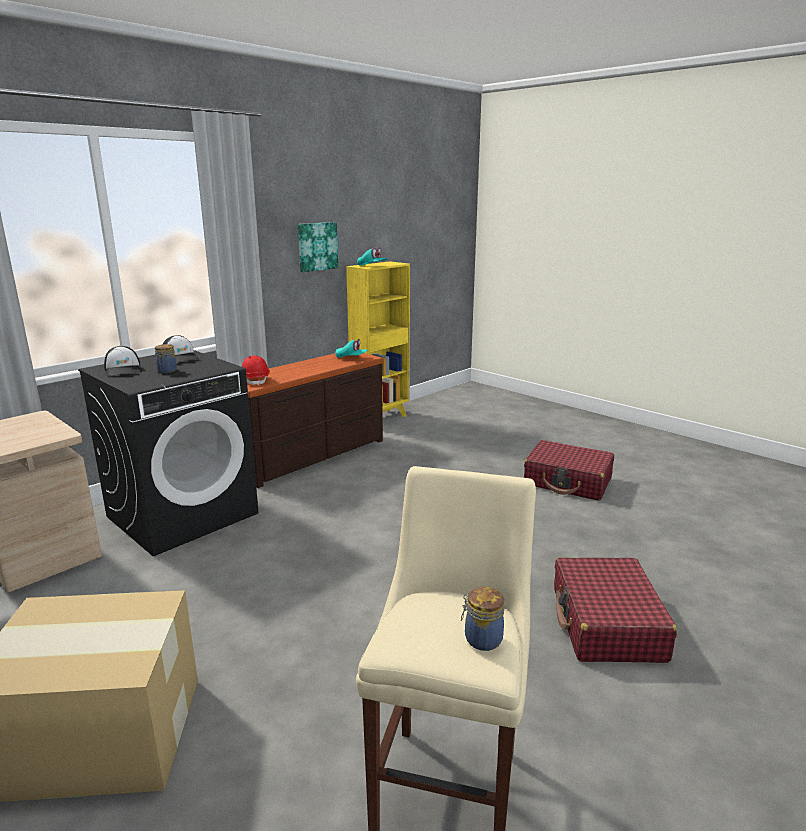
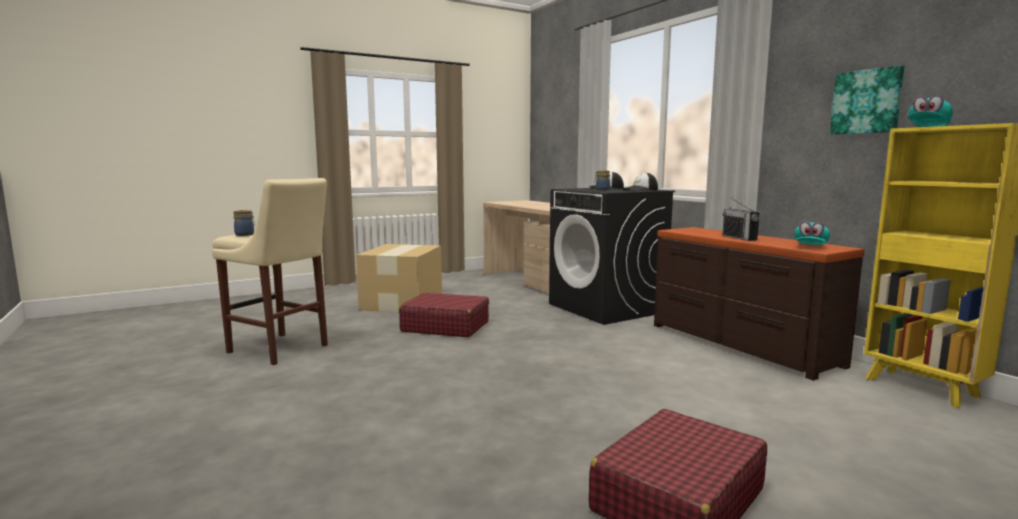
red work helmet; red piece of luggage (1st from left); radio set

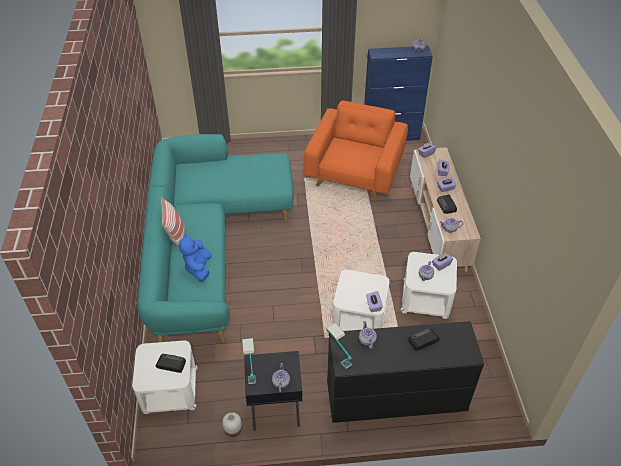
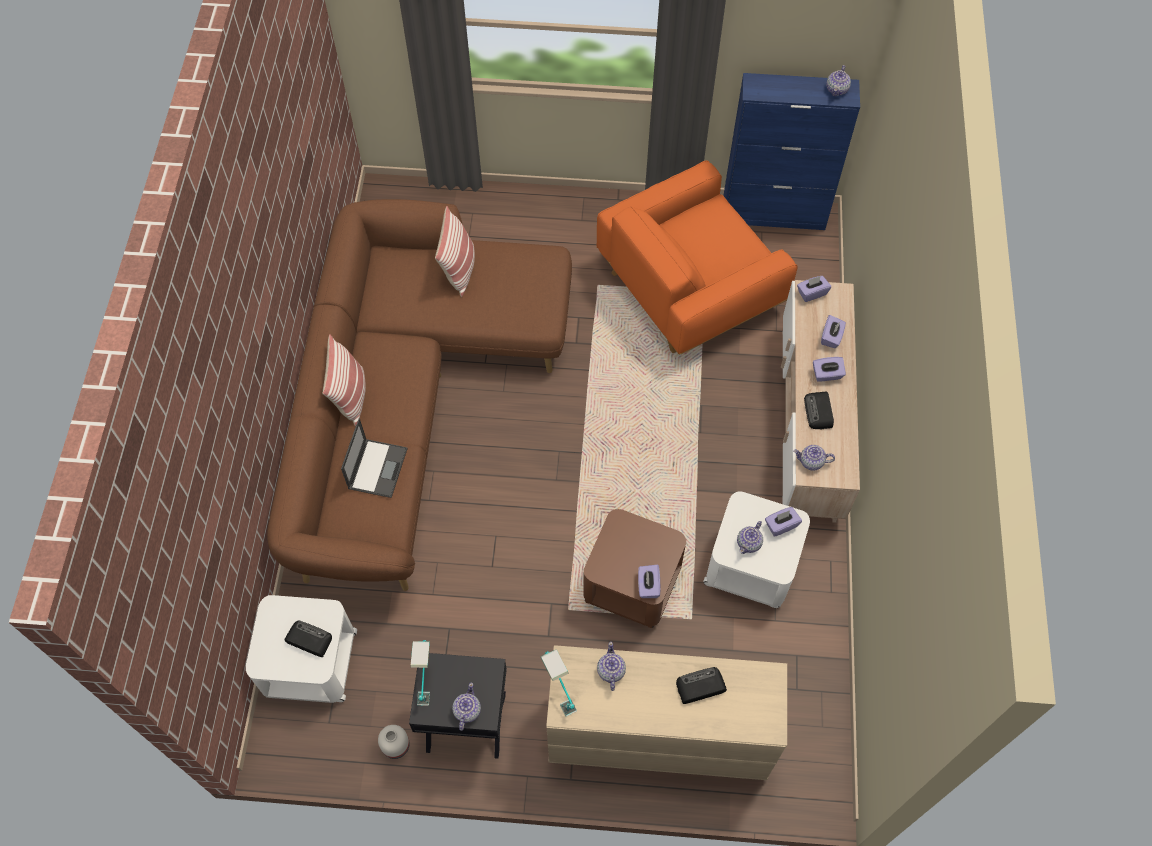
orangey armchair; brown-coloured couch; laptop; brown-coloured side table; beige chest of drawers; throw pillow (2nd from left)

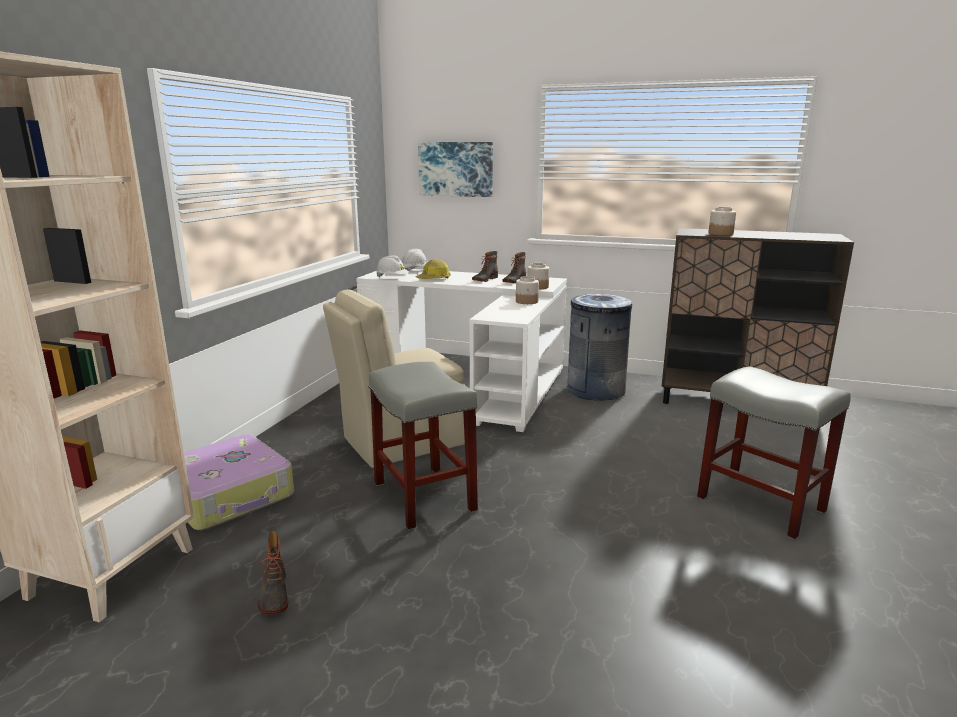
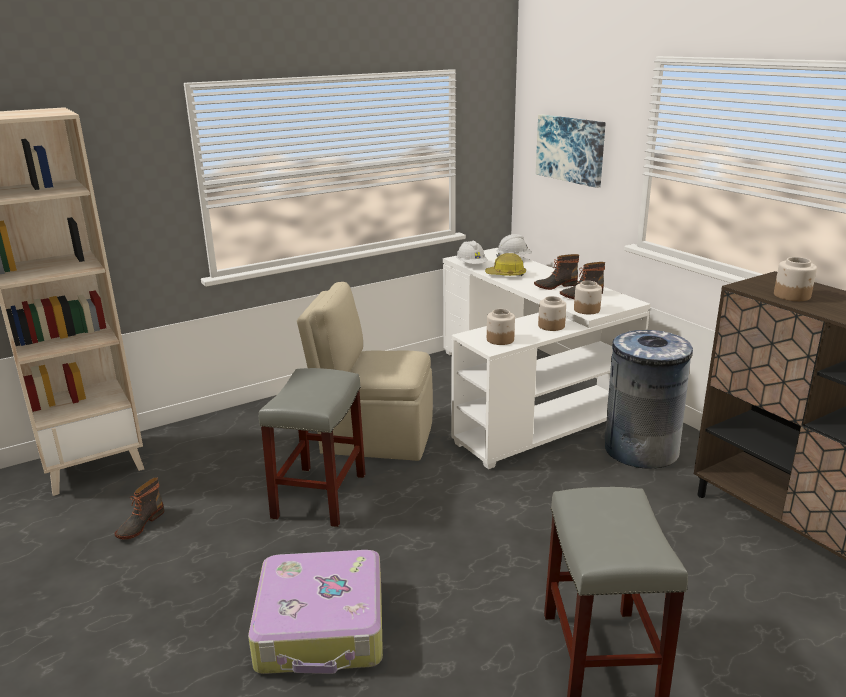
piece of luggage; jar (1st from left)

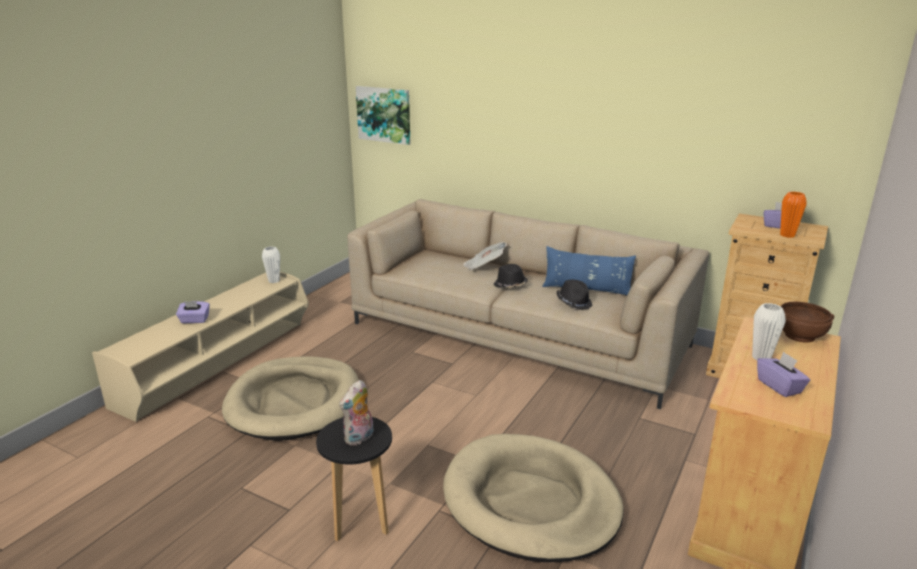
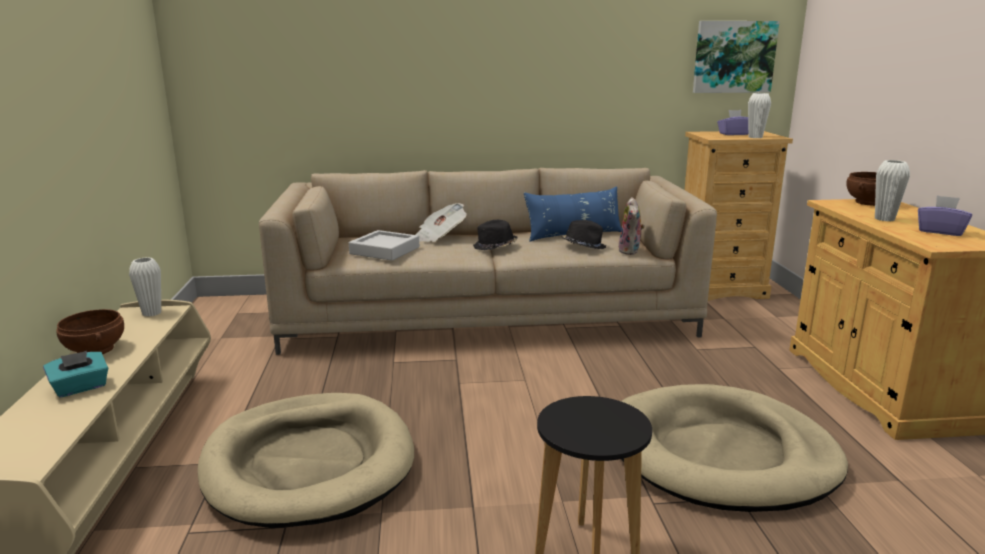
wall picture; white vase (2nd from left); turquoise tissue box; soft toy; grey serving tray; brown-coloured deep dish (1st from left)

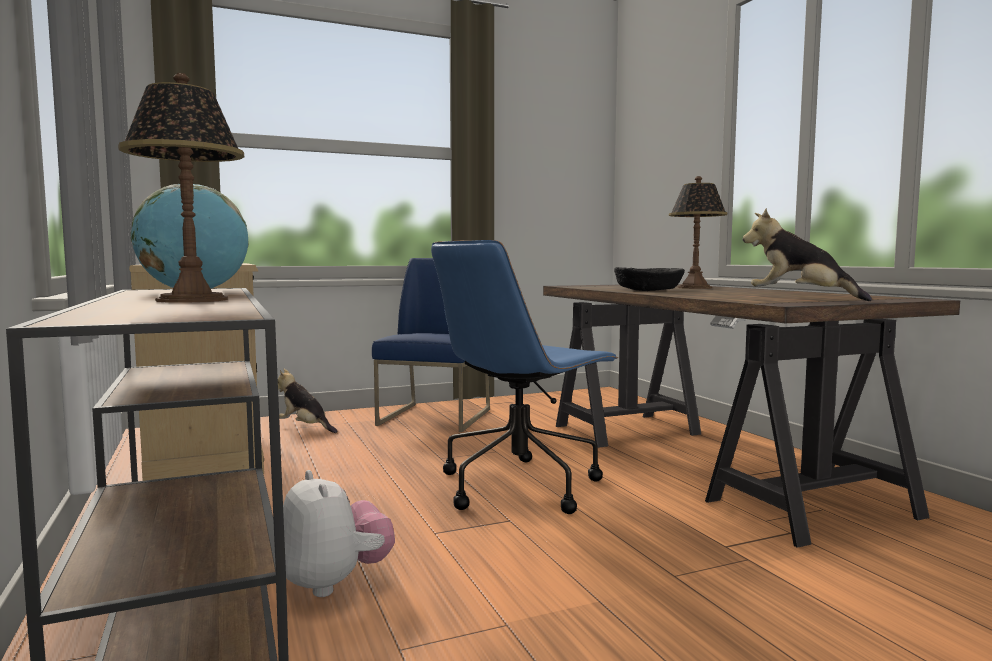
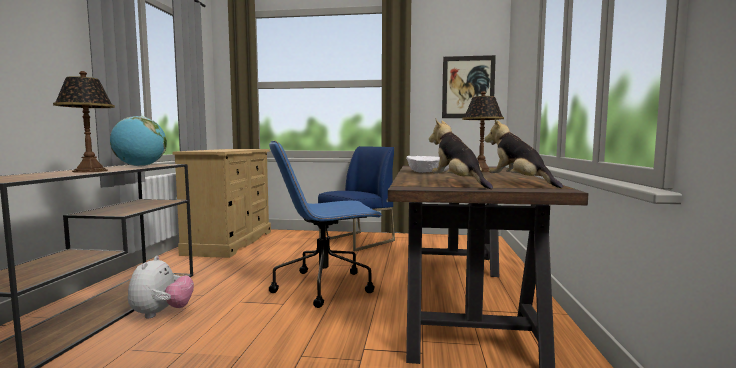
white deep dish; soft toy (3rd from left); wall picture

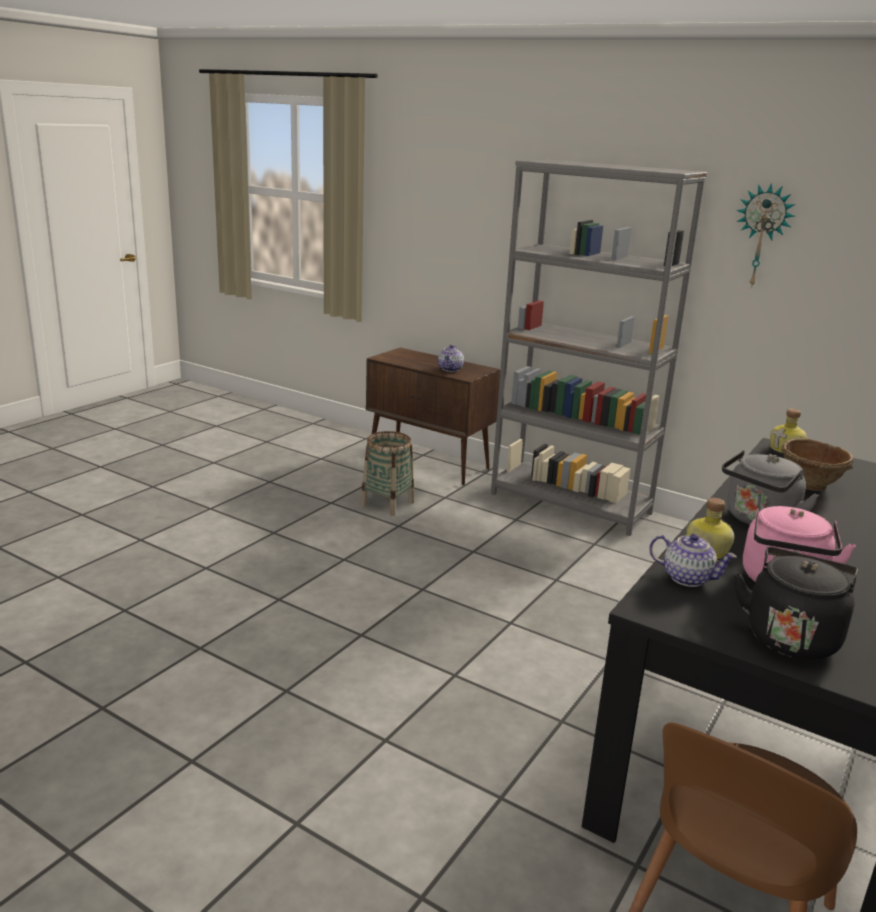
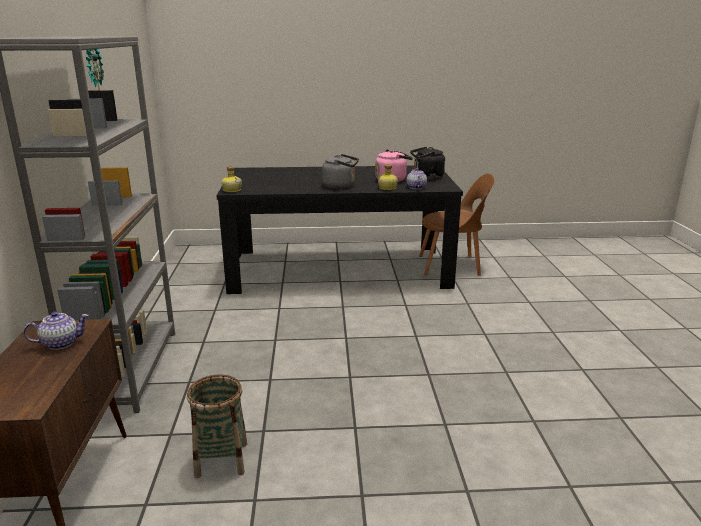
brown-coloured deep dish

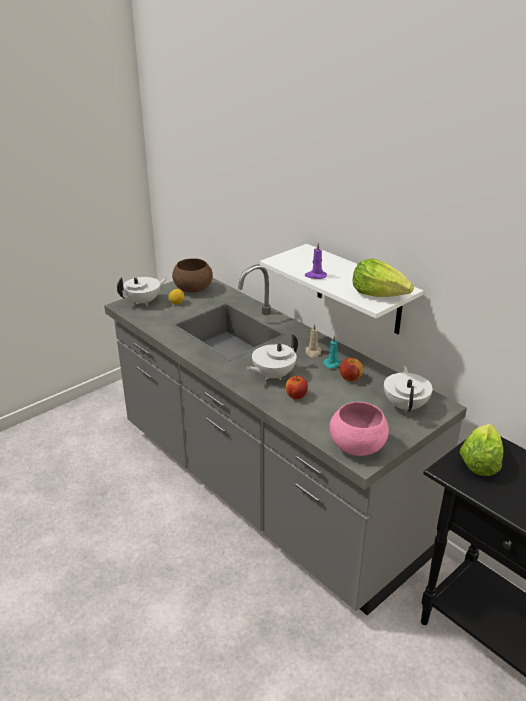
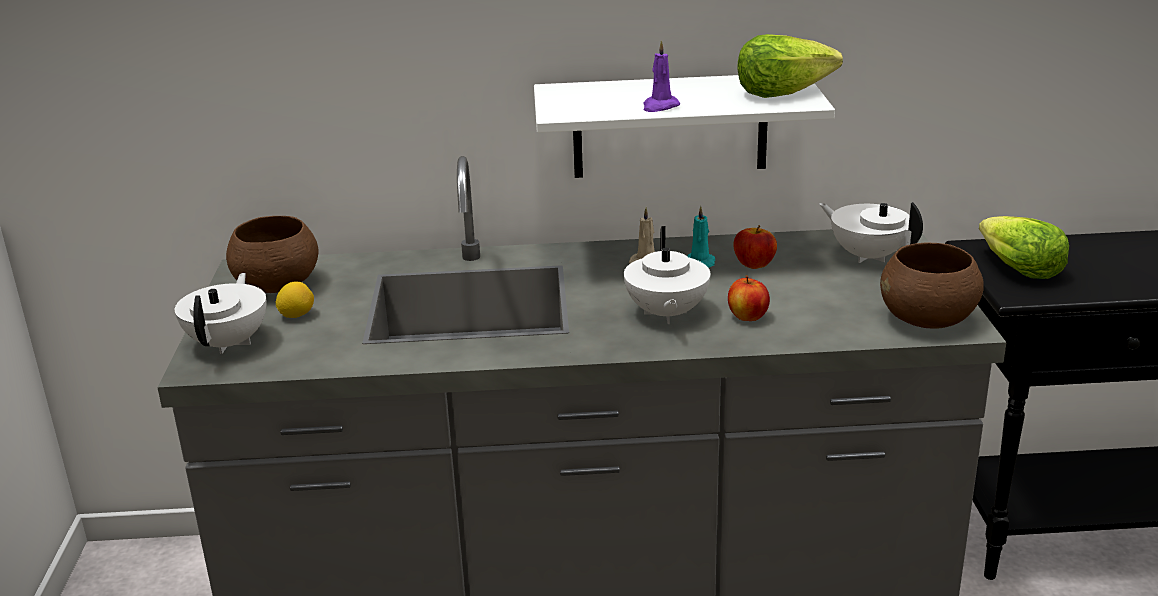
brown-coloured deep dish (2nd from left)

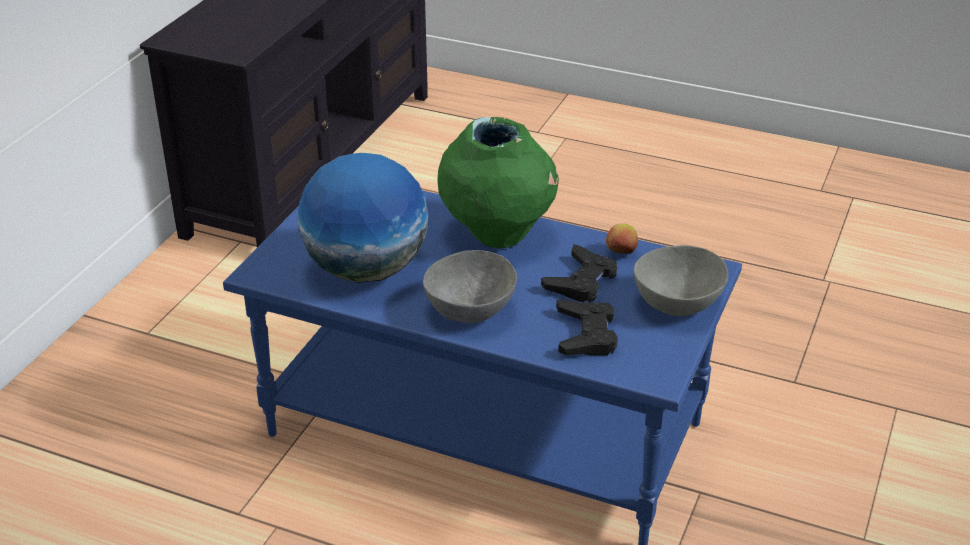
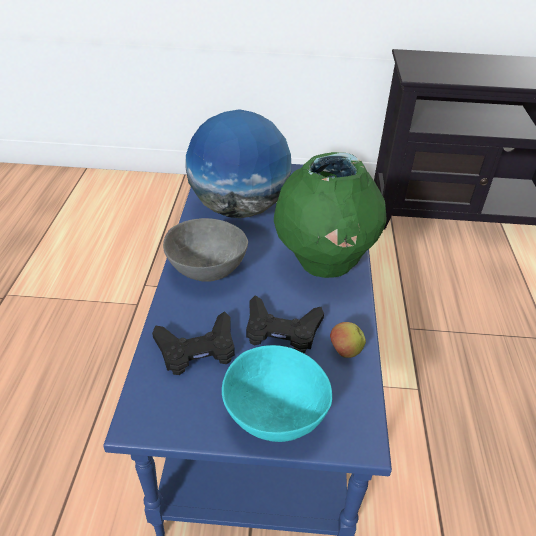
turquoise deep dish

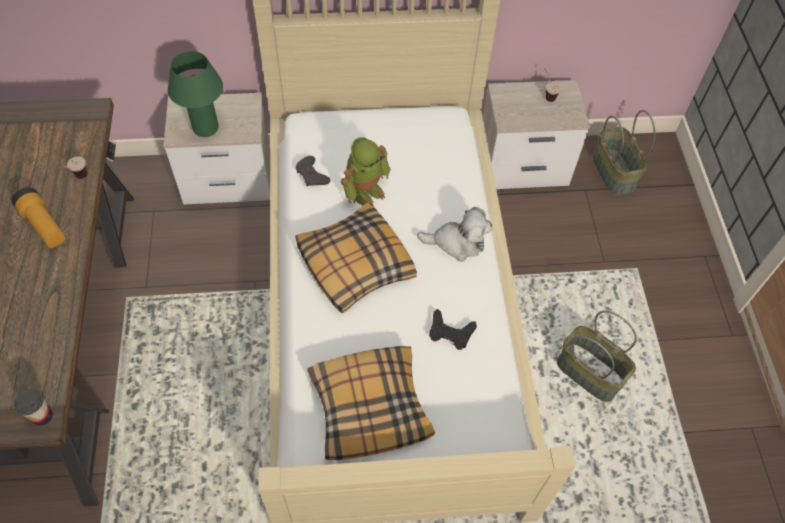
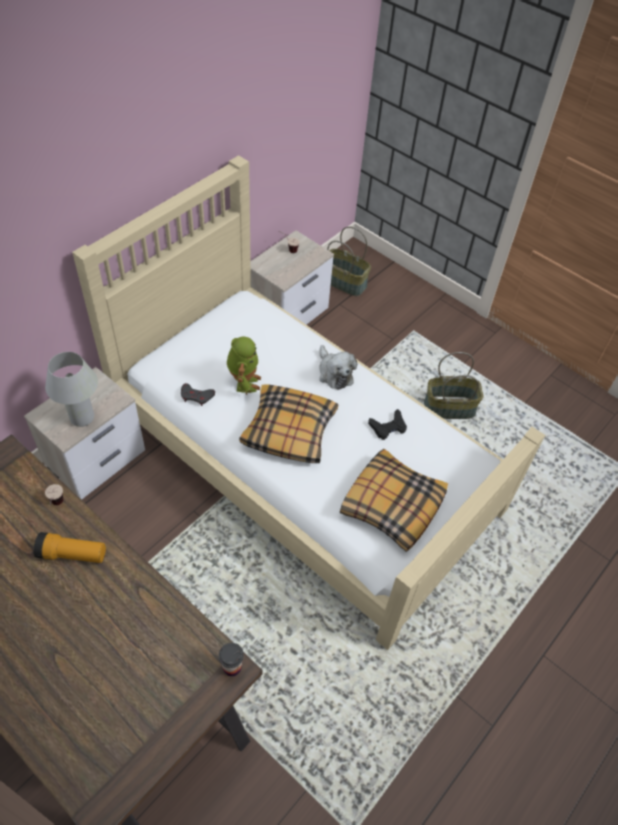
white tabletop lamp; soft toy

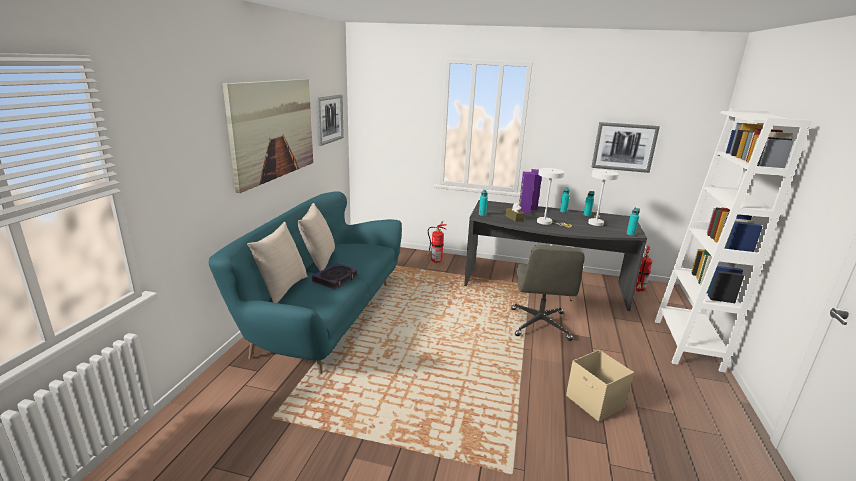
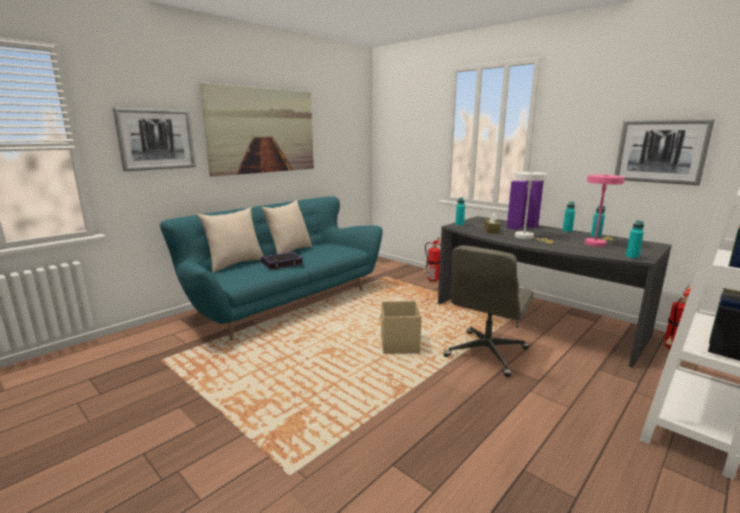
wall picture (1st from left); pink tabletop lamp; beige storage container

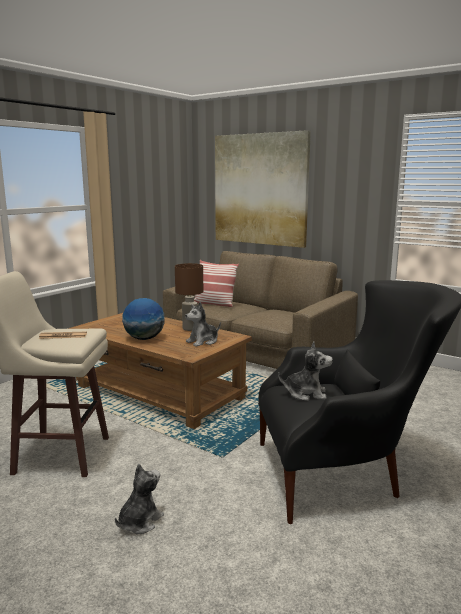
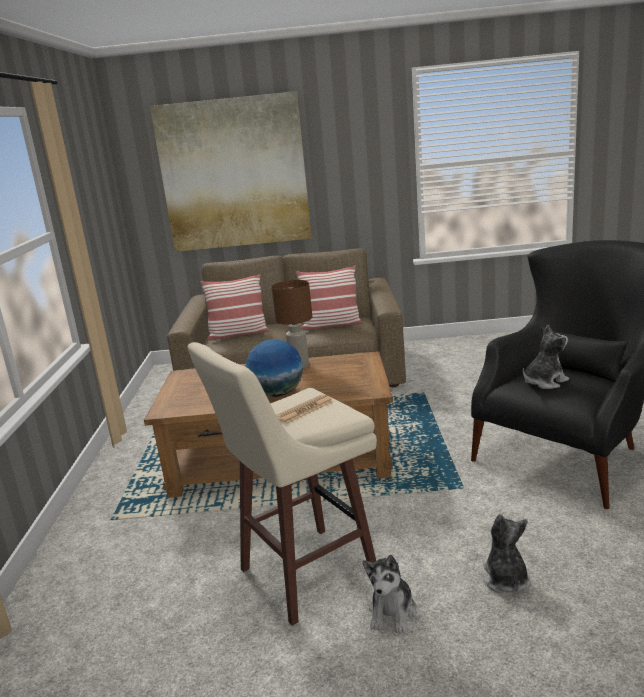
soft toy (1st from left); throw pillow (2nd from left)

